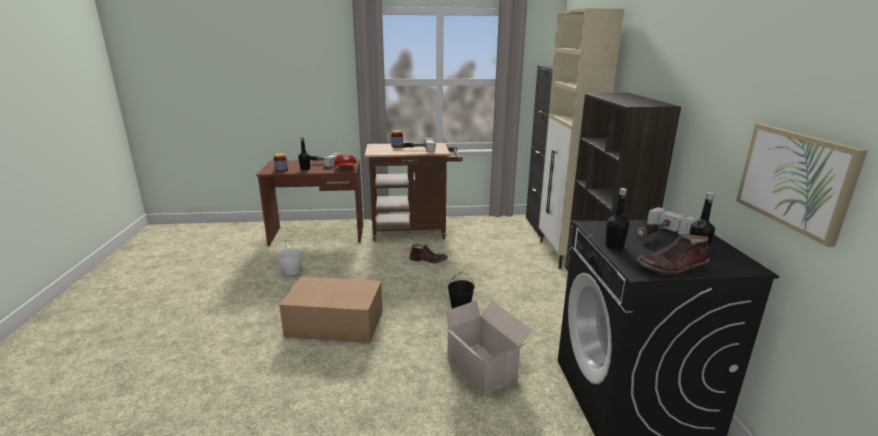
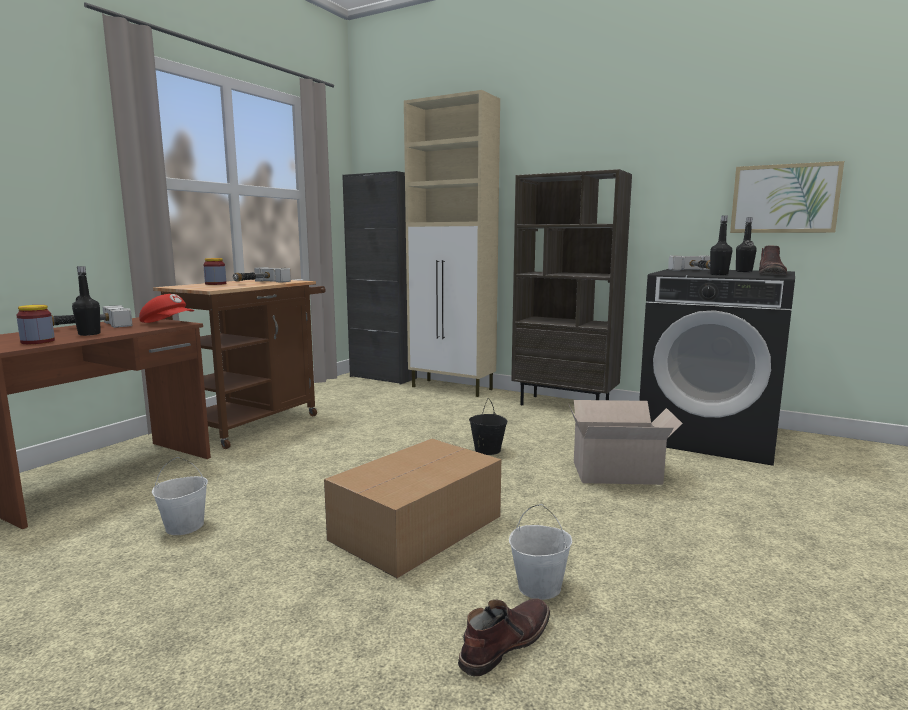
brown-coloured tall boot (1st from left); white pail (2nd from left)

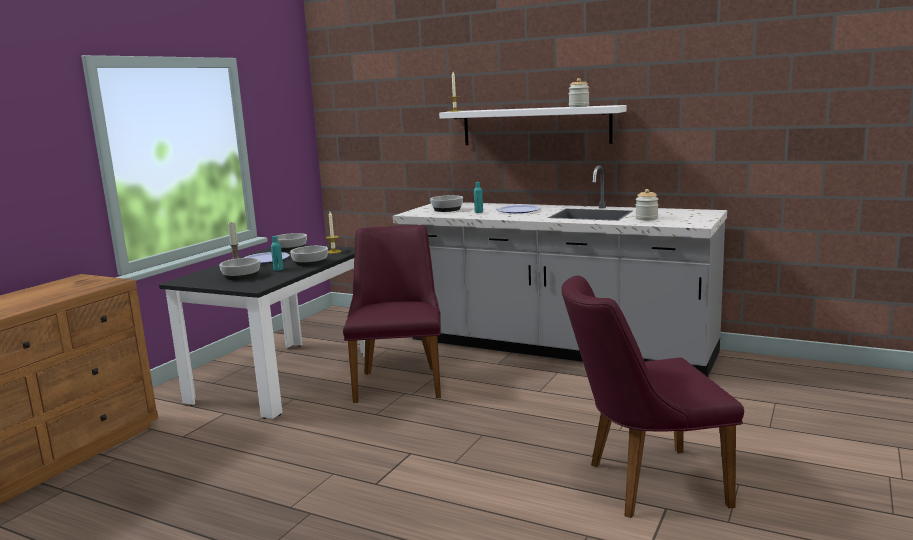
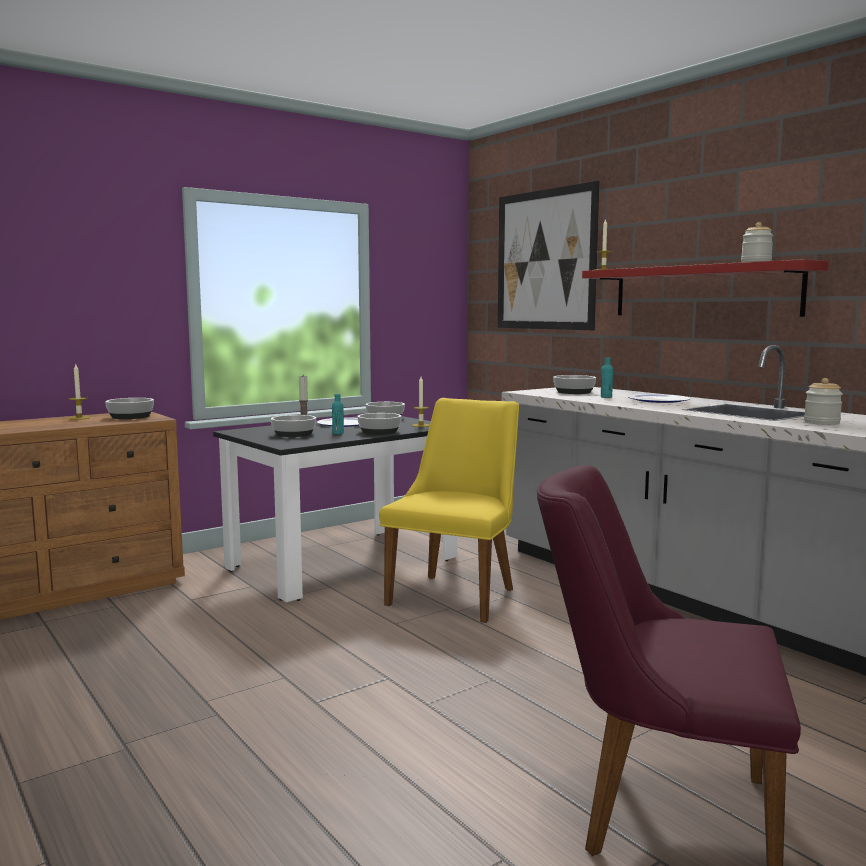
red bracket shelf; yellow chair; wall picture; wax candle (1st from left); deep dish (1st from left)

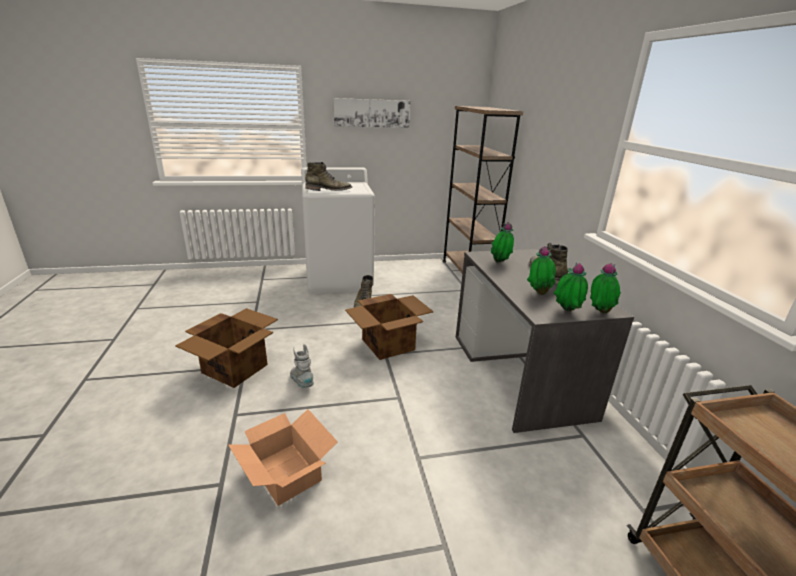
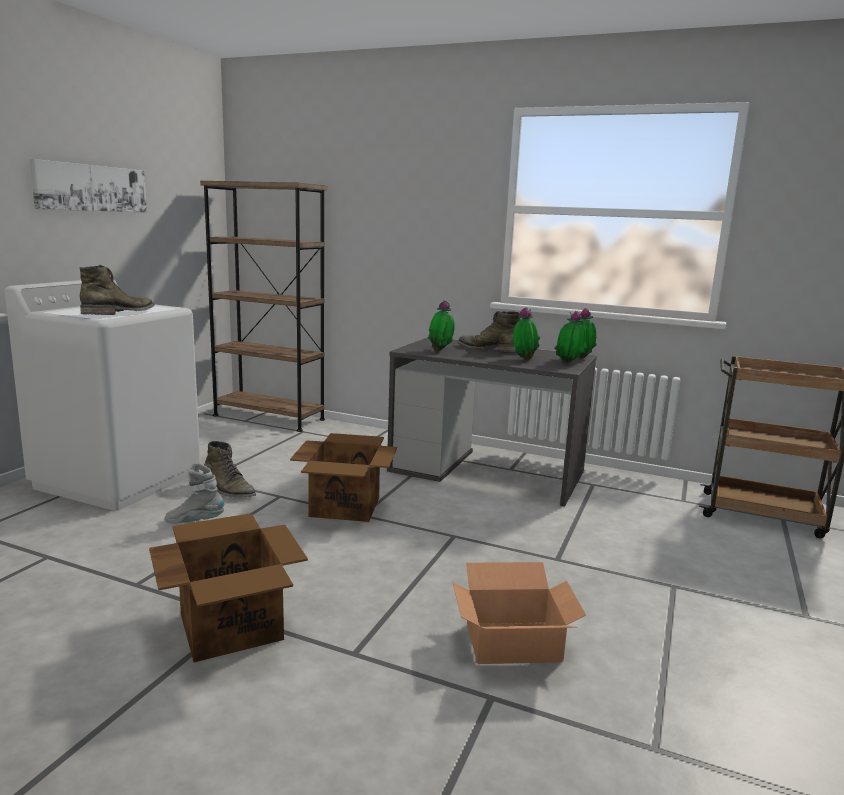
grey tall boot

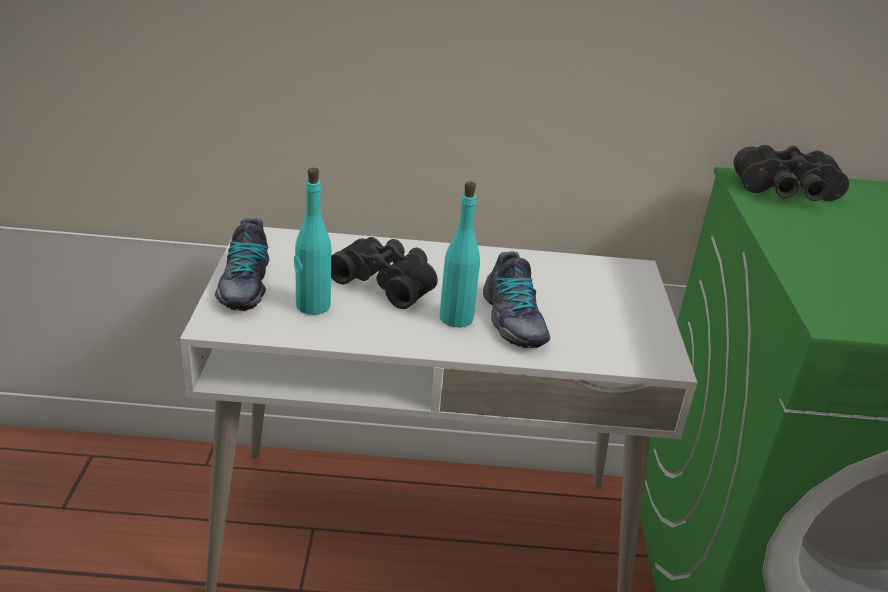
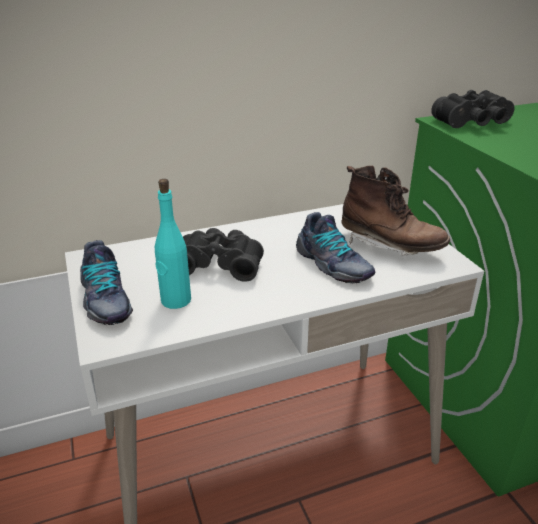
turquoise drink bottle (2nd from left in the first image); brown-coloured tall boot

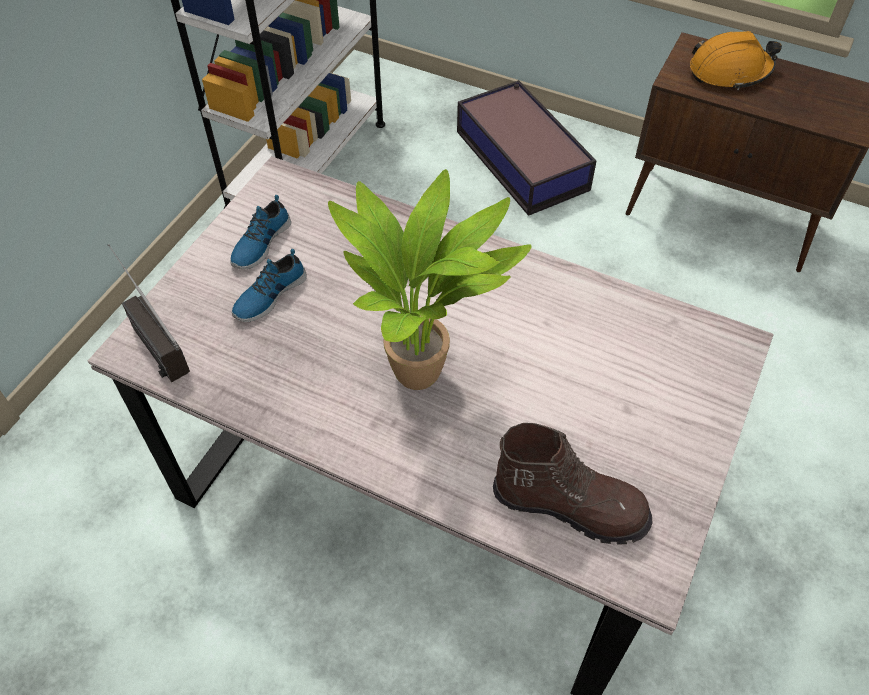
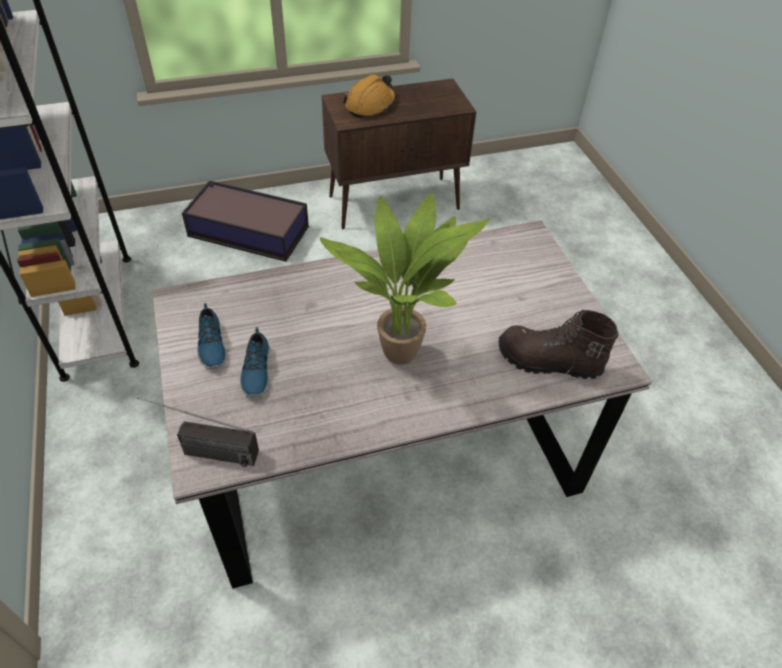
brown-coloured tall boot

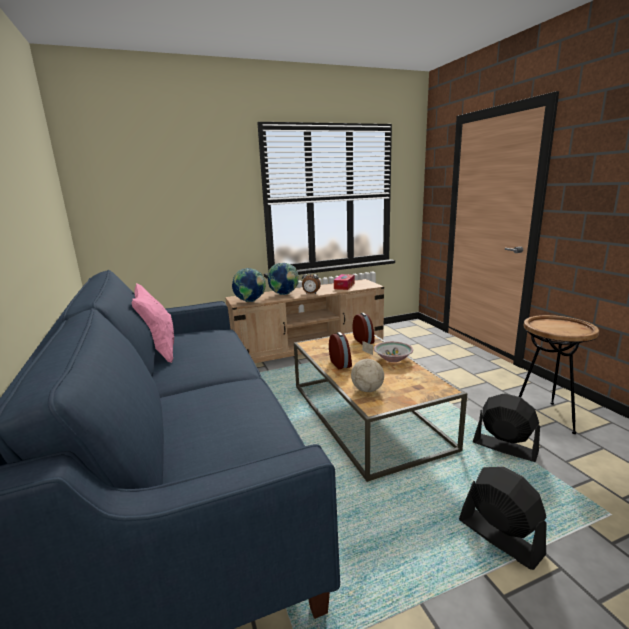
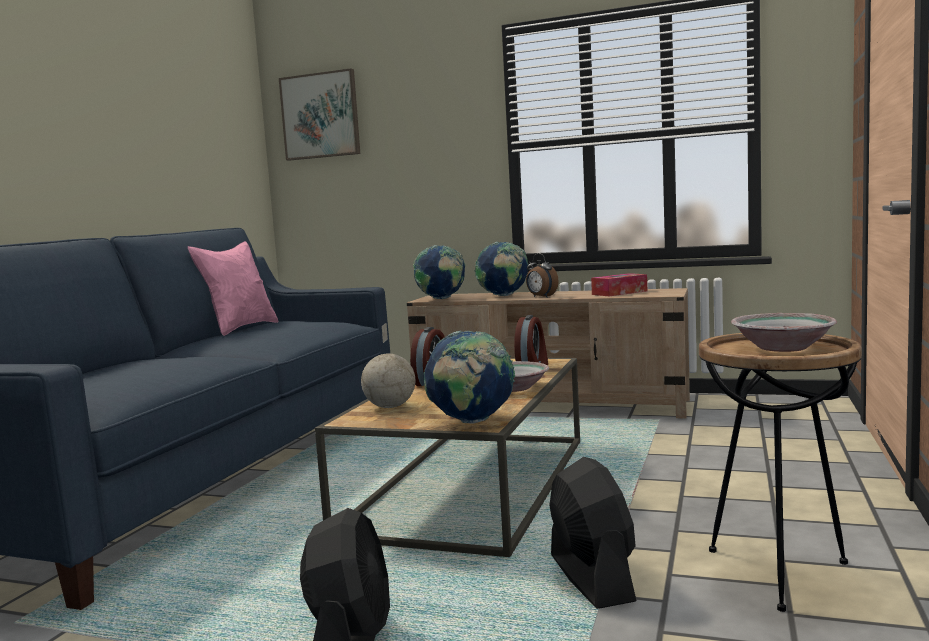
wall picture; deep dish (2nd from left); desk globe (3rd from left)

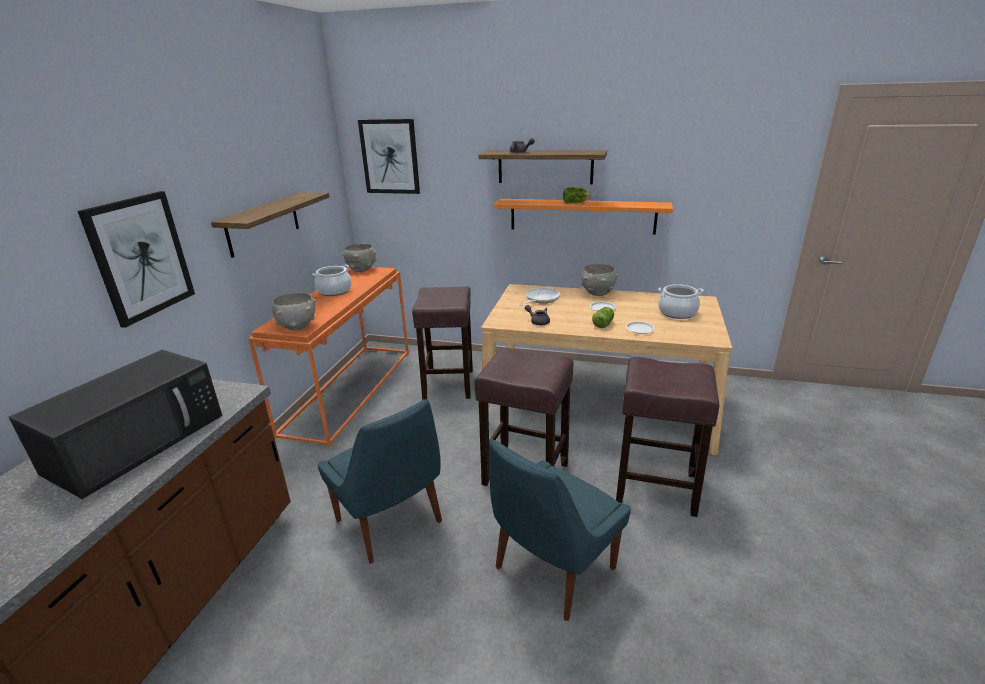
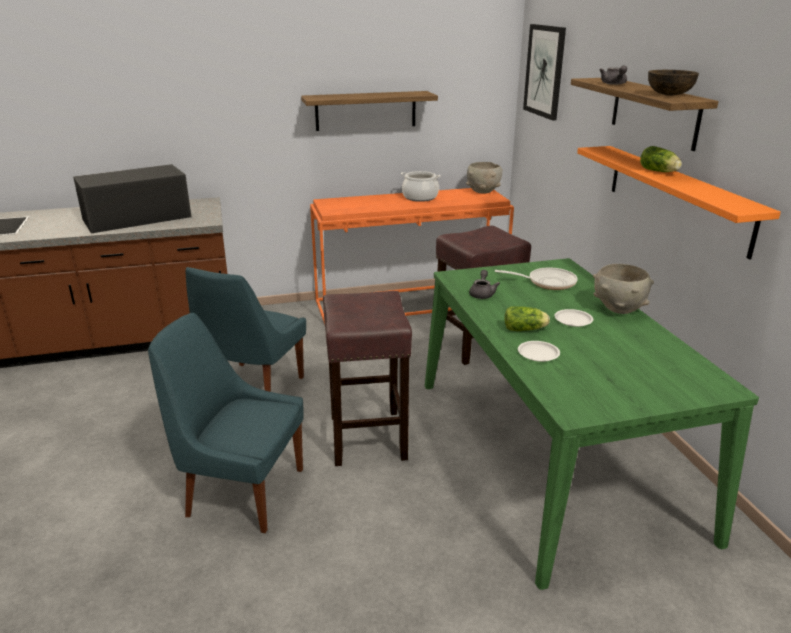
wall picture (1st from left in the first image); green kitchen table; saucepot (2nd from left in the first image); grey deep dish (1st from left in the first image); black kitchen microwave; brown-coloured stool seat (3rd from left in the first image); brown-coloured deep dish

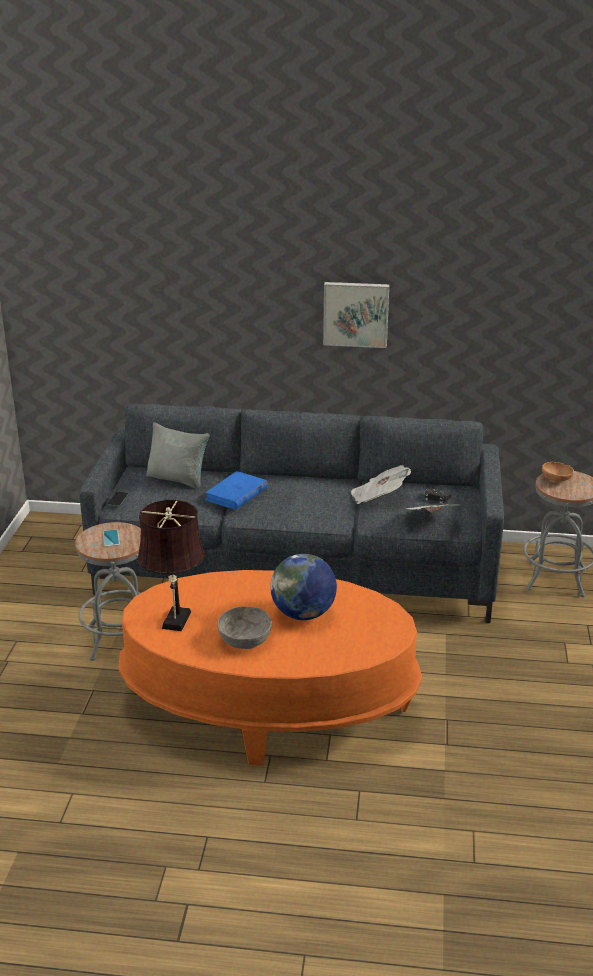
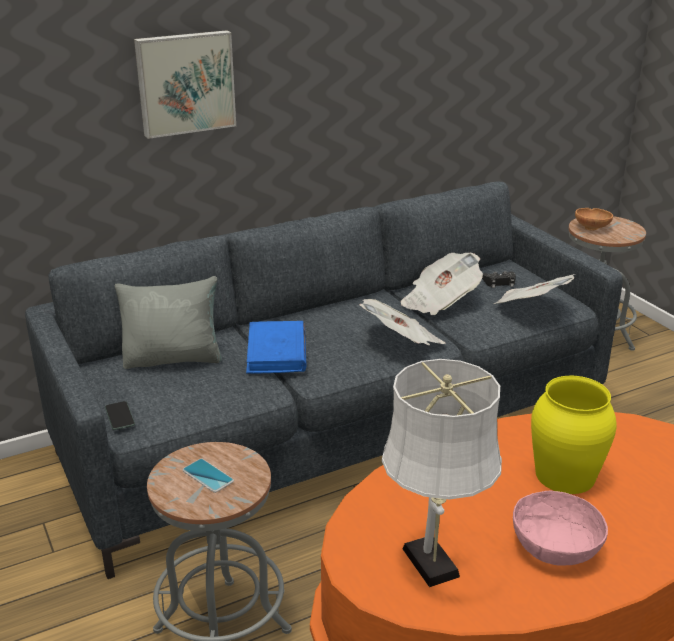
wall picture; white tabletop lamp; yellow vase; pink deep dish; daily paper (1st from left)

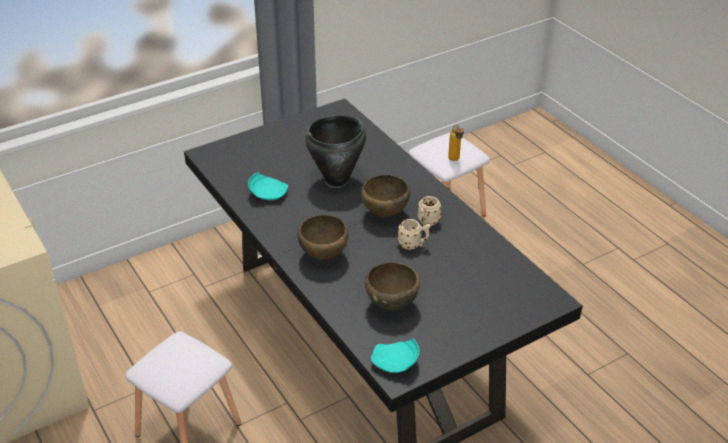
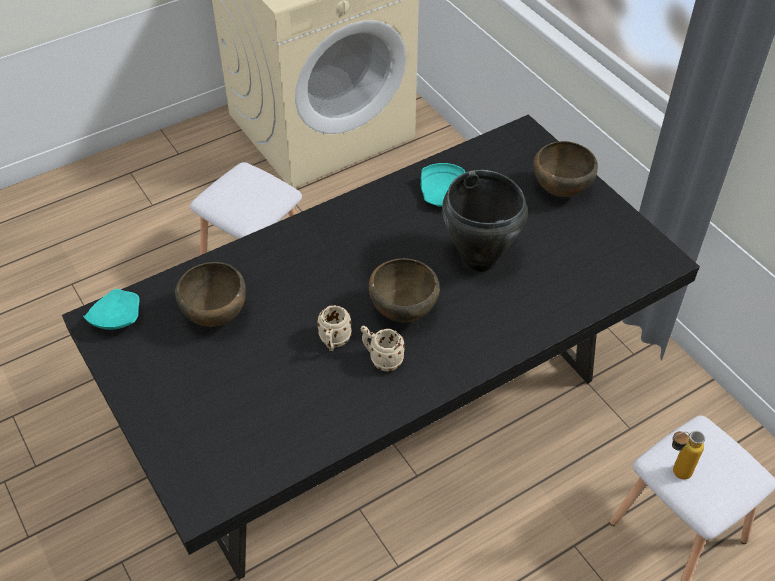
brown-coloured deep dish (3rd from left)

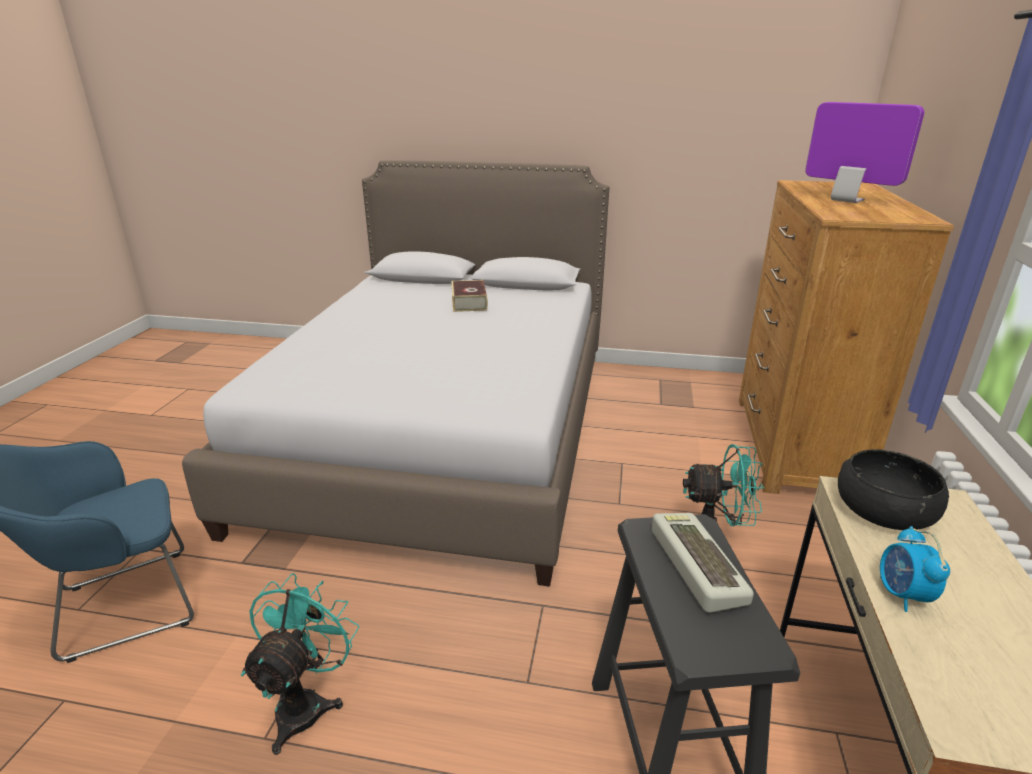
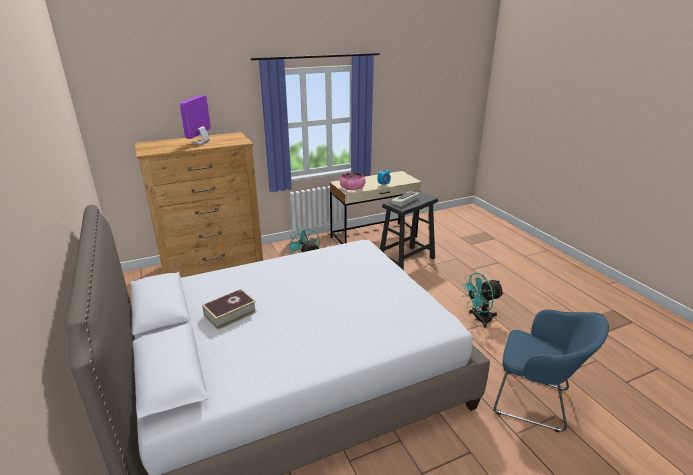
pink deep dish

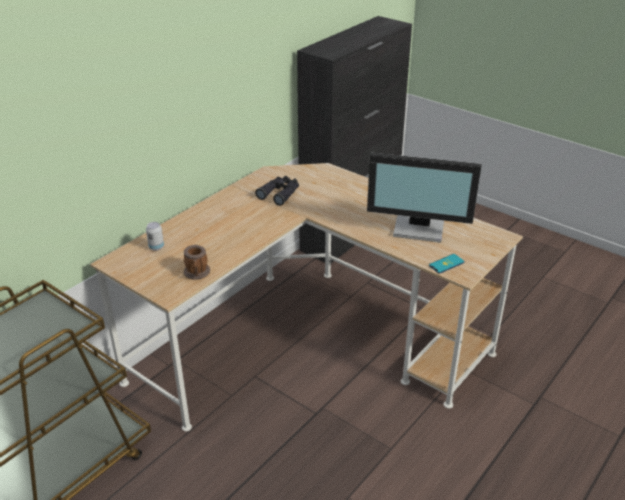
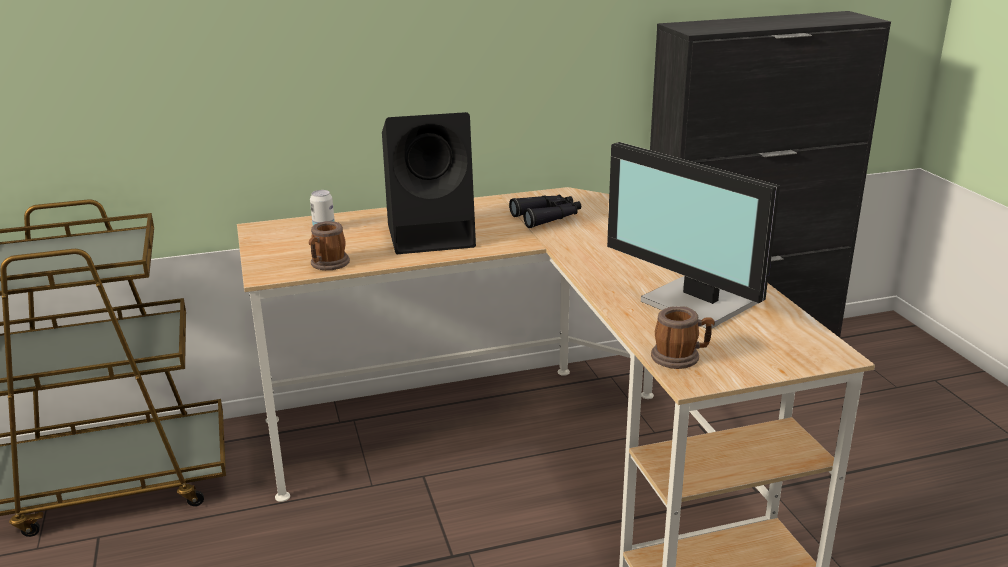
mug (2nd from left); black audio speaker

